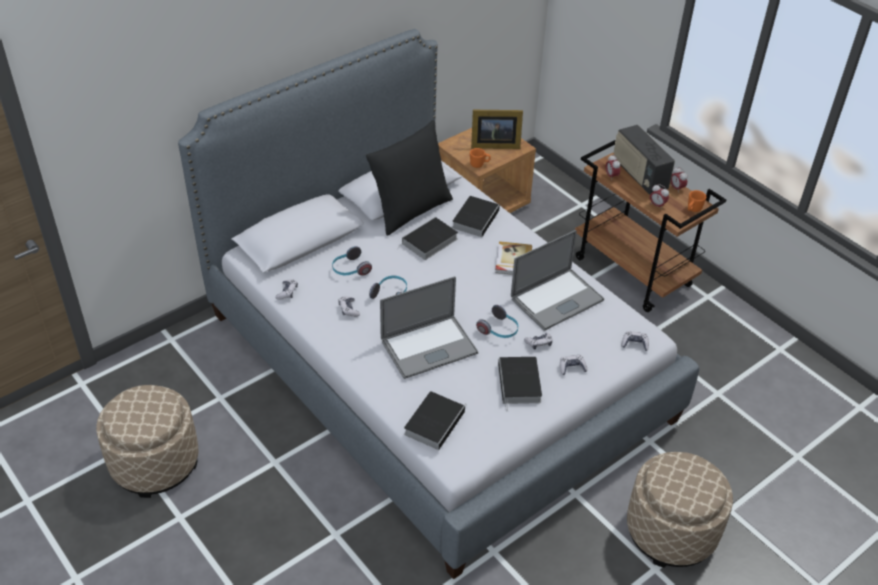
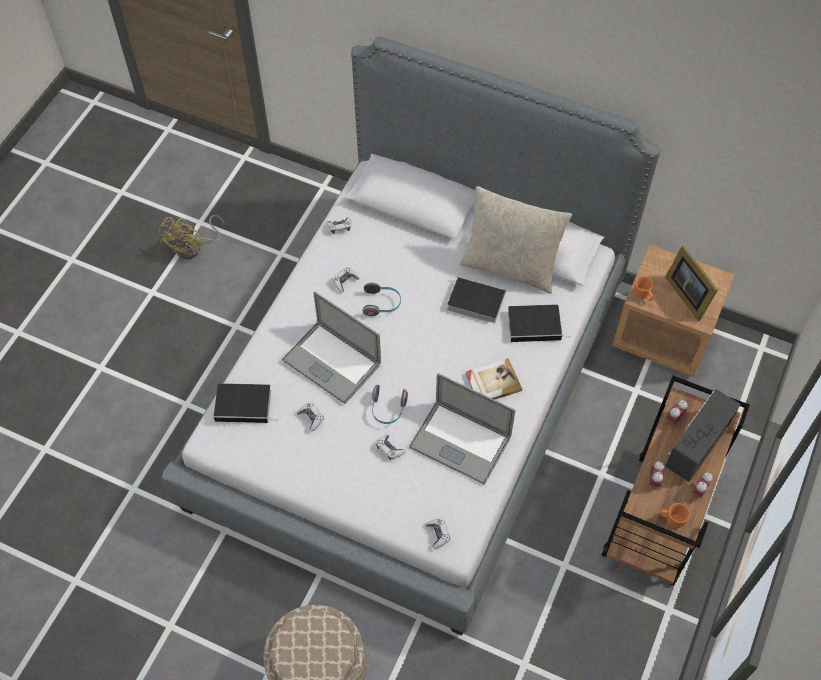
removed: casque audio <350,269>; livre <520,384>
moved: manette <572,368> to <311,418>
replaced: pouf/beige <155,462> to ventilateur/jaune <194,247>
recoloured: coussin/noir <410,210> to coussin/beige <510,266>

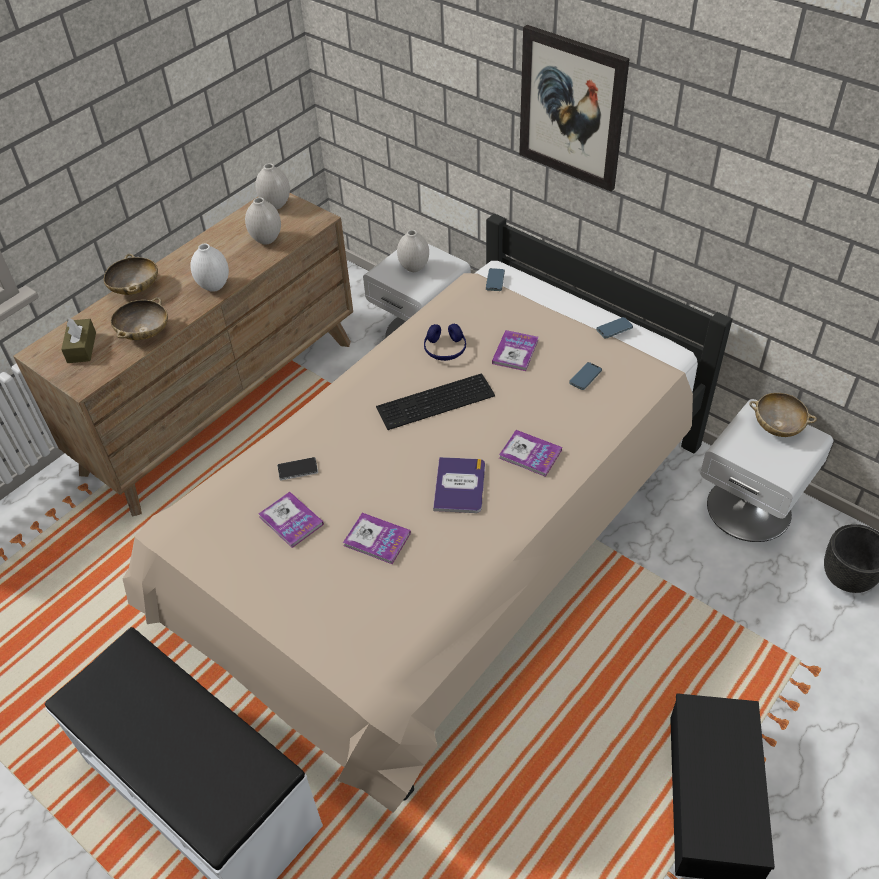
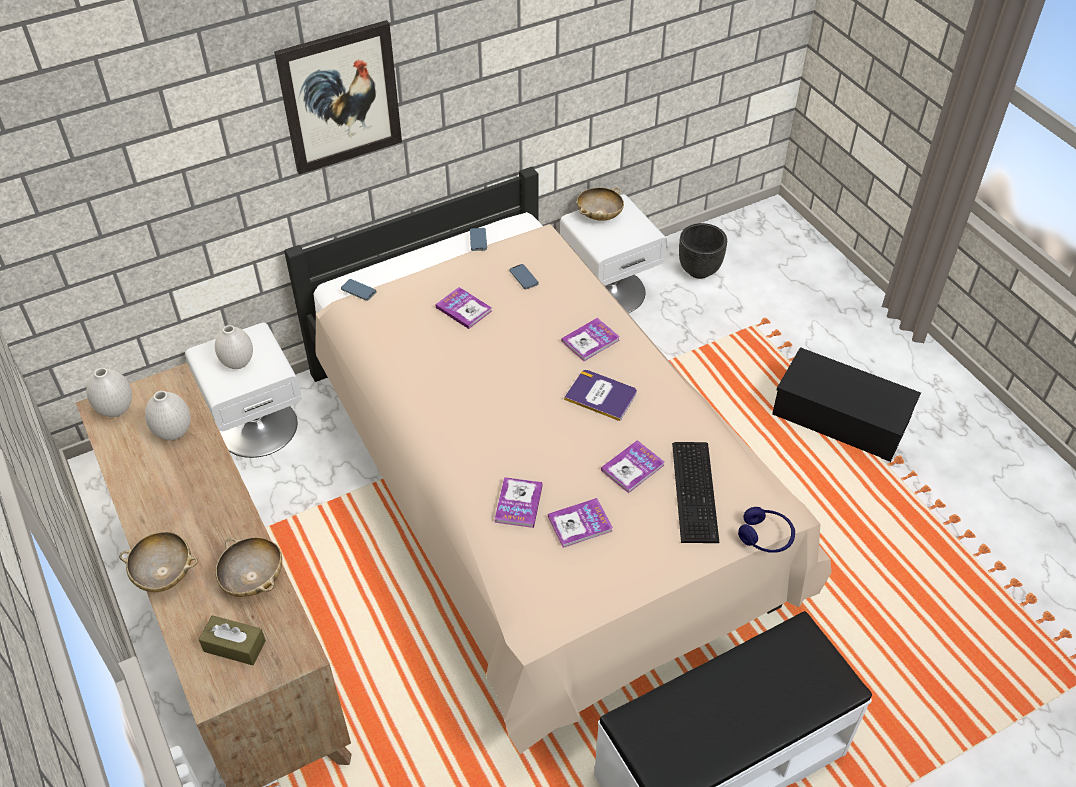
removed: vase/blanc <214,287>
moved: clavier <437,402> to <696,490>; casque audio/bleu <445,349> to <766,536>
replaced: téléphone <298,469> to livre <518,503>

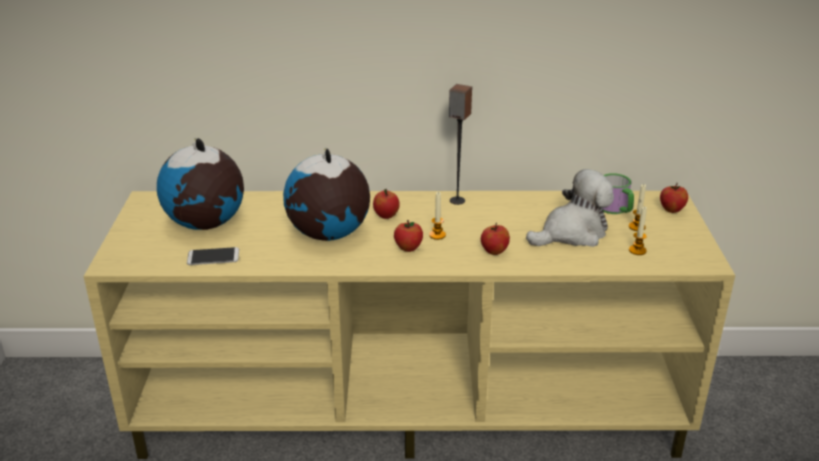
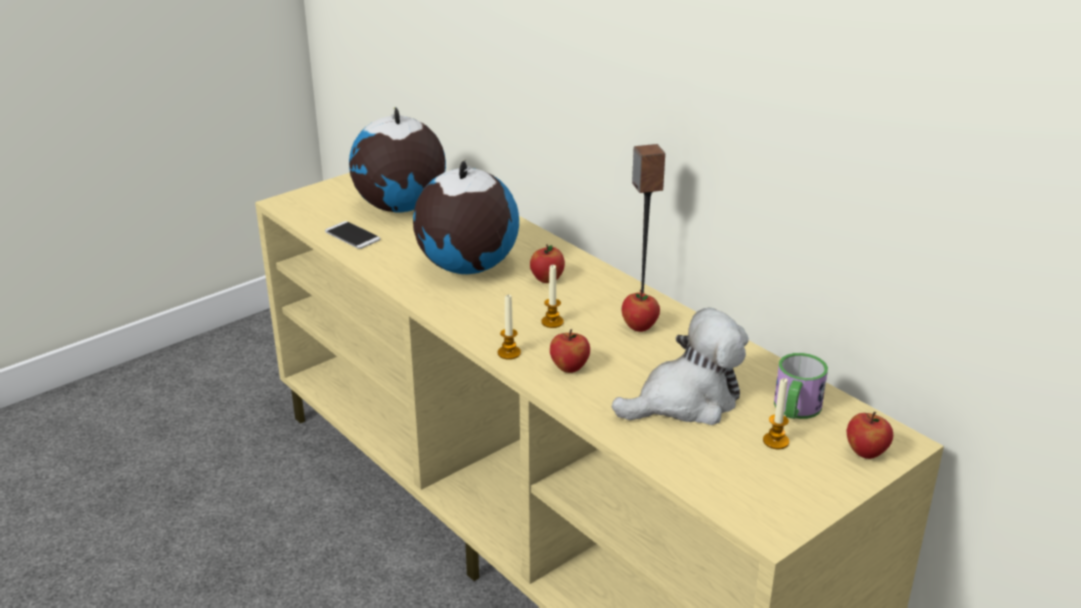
moved: pomme <408,248> to <639,327>; bougie <637,250> to <509,353>
turned: peluche <572,233> = <686,401> 45 degrees counterclockwise

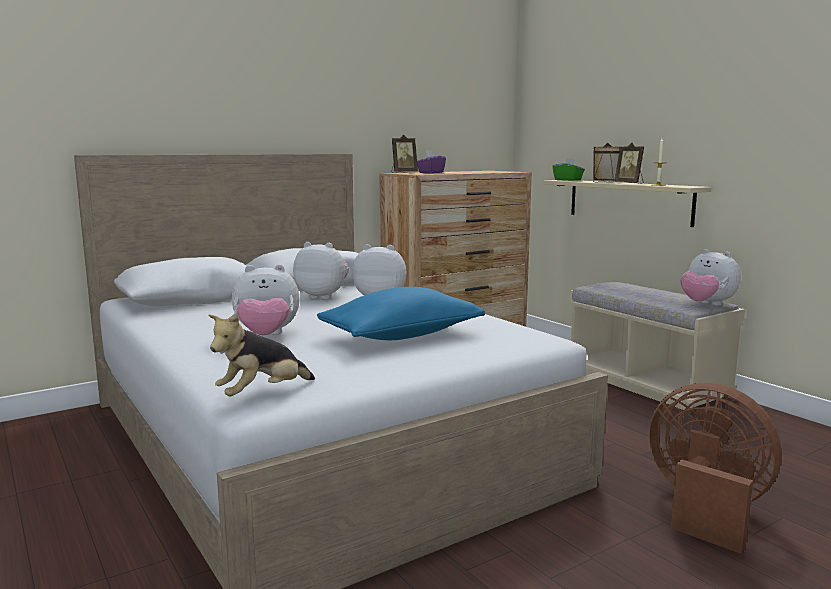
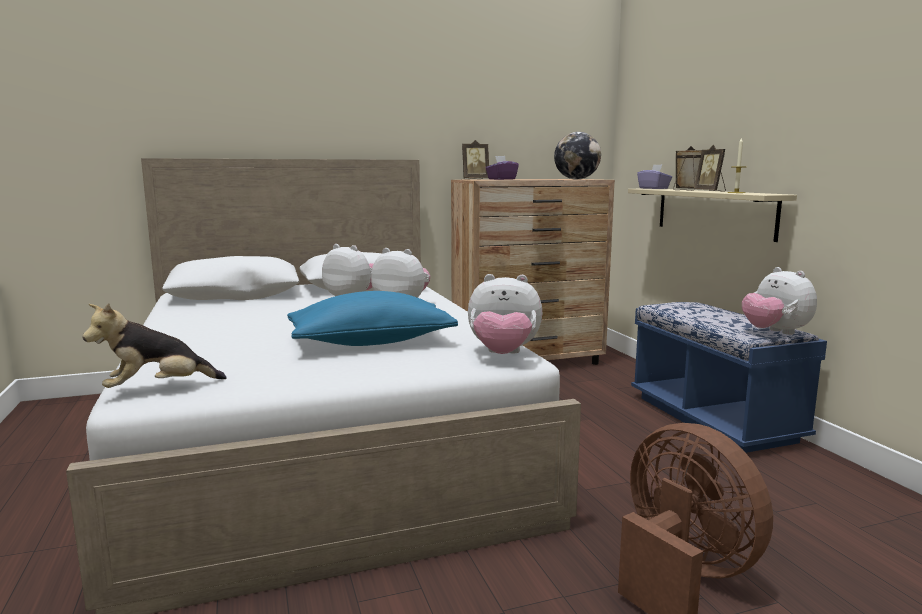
added: globe <576,179>
moved: peluche <266,336> to <503,354>
recoloured: boîte à mouchoirs/vert <568,180> to boîte à mouchoirs/violet <654,188>; banc/beige <646,384> to banc/bleu <713,419>

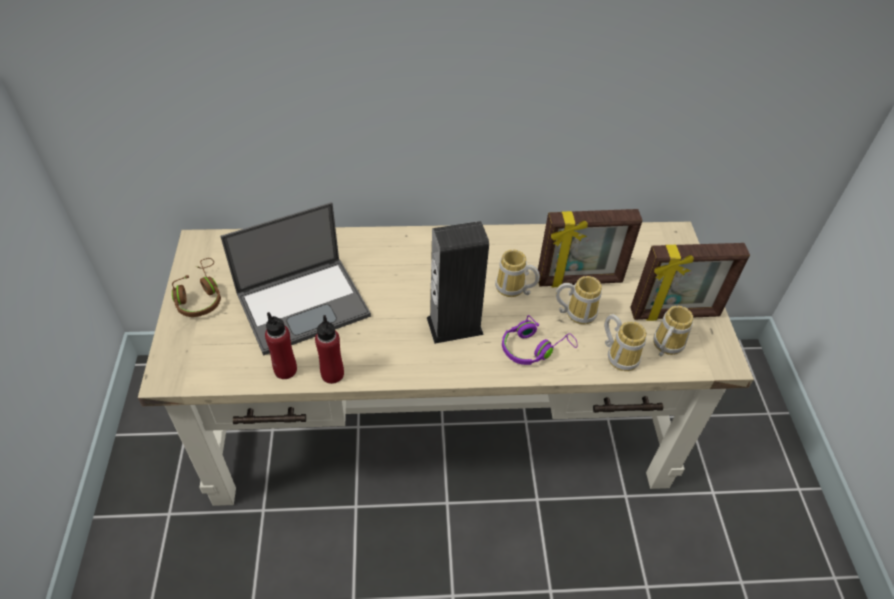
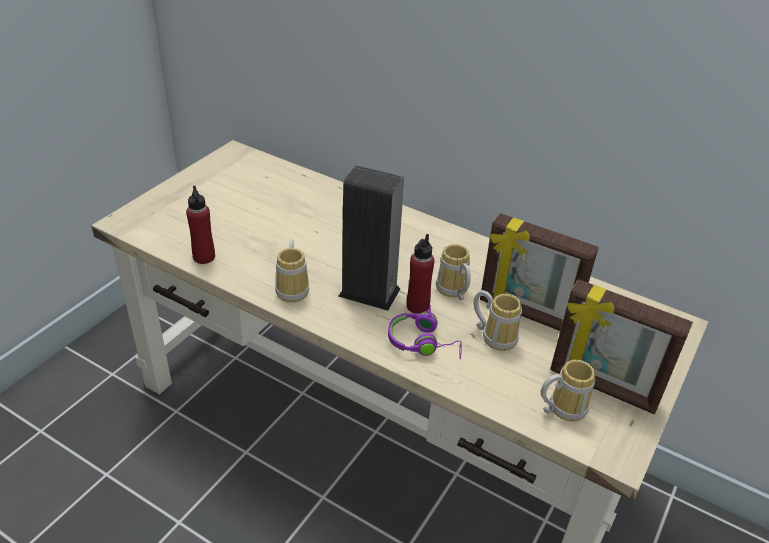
removed: casque audio/marron <200,296>; ordinateur portable <304,303>
moved: bouteille/rouge <332,374> to <417,306>; mug <620,355> to <294,289>

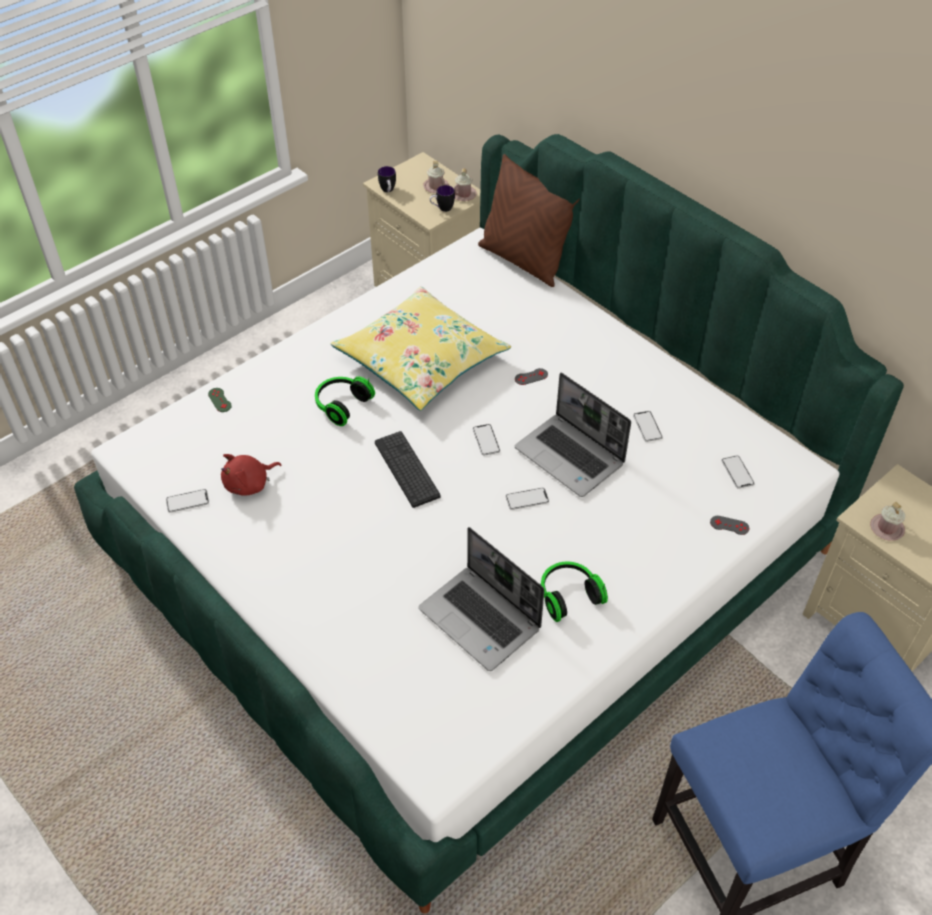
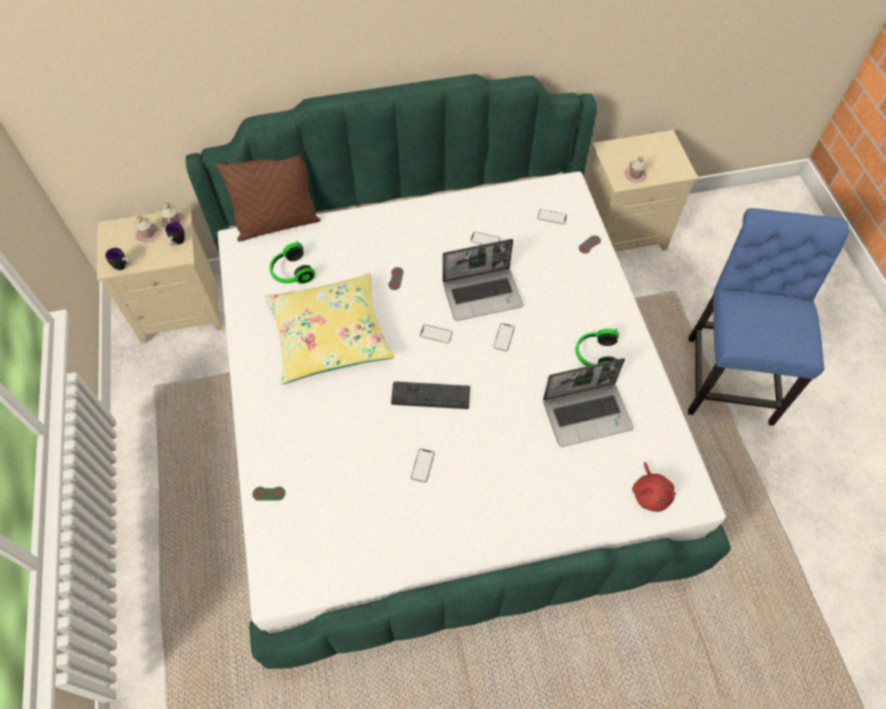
moved: téléphone <187,501> to <422,465>; peluche/rouge <249,484> to <650,493>; casque audio <341,405> to <291,272>

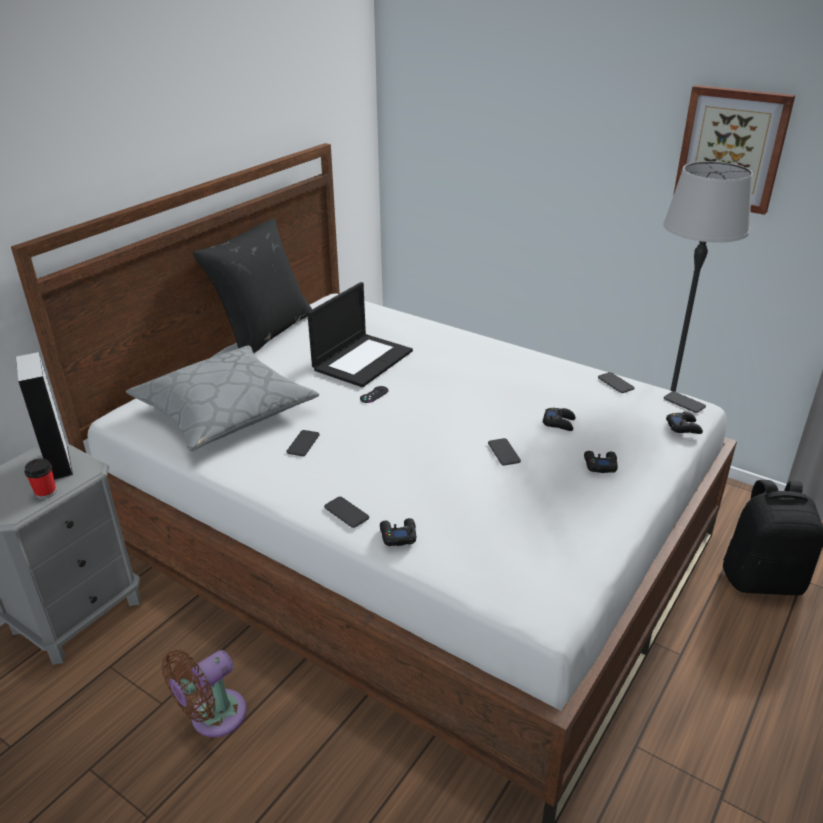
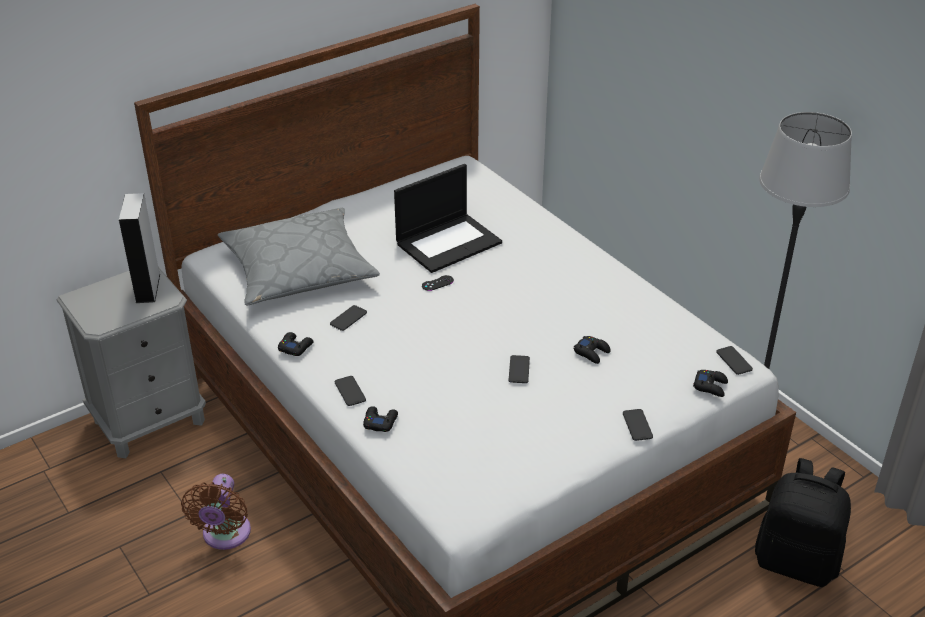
removed: tasse <46,493>; coussin/noir <264,333>; tableau <731,149>
moved: manette/noir <600,465> to <295,347>; téléphone <615,383> to <637,425>
turned: ventilateur/marron <213,717> = <225,536> 60 degrees counterclockwise

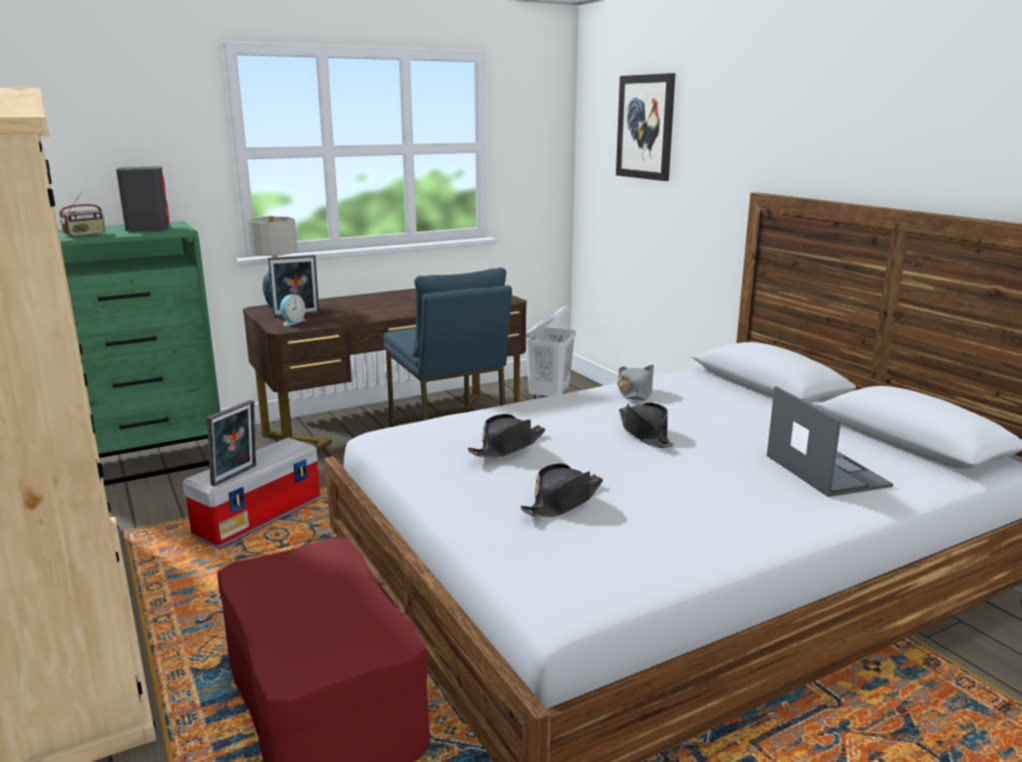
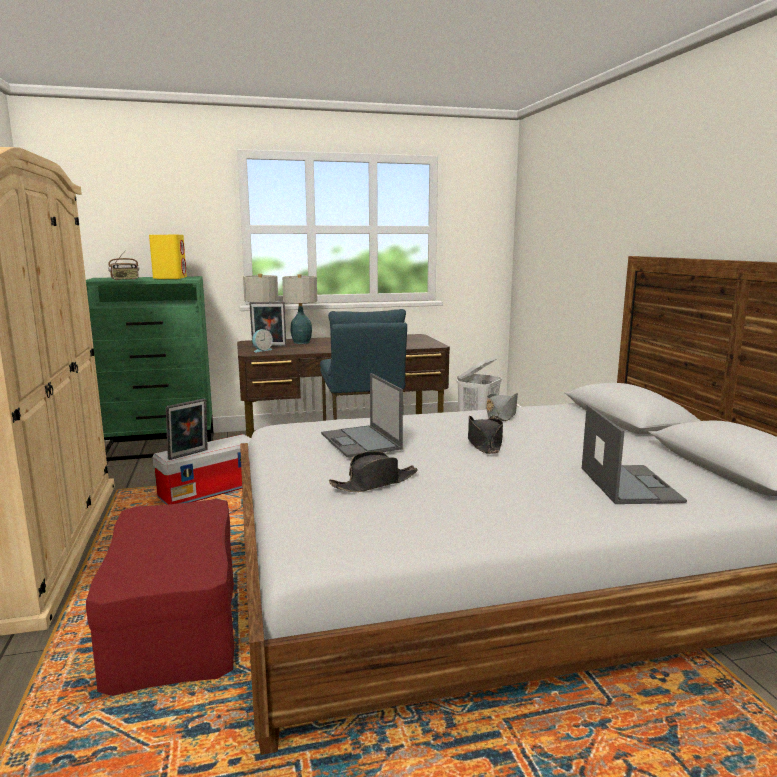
removed: tableau <645,127>
added: lampe de table <301,342>
replaced: chapeau/noir <508,447> to ordinateur portable <361,441>
recoloured: enceinte/gris <148,229> to enceinte/jaune <170,278>

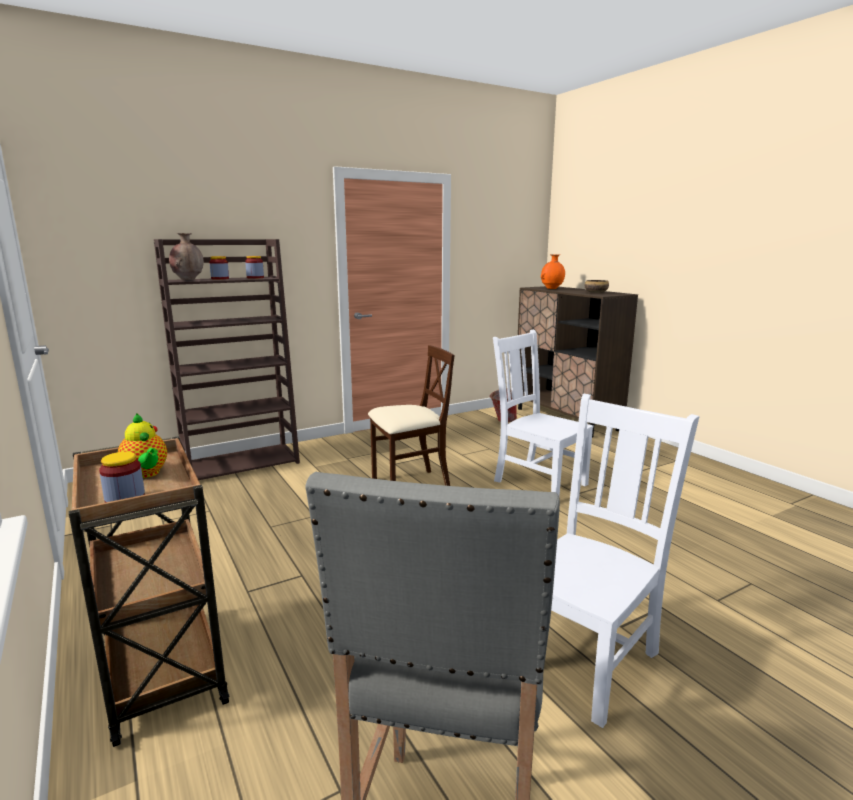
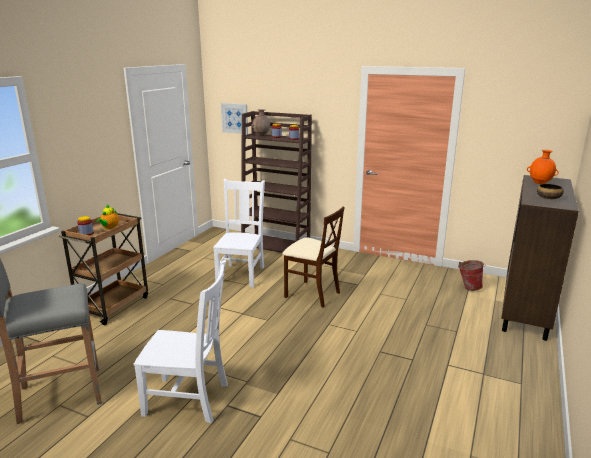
added: tableau <235,118>
moved: chaise/blanc <538,481> to <241,274>

